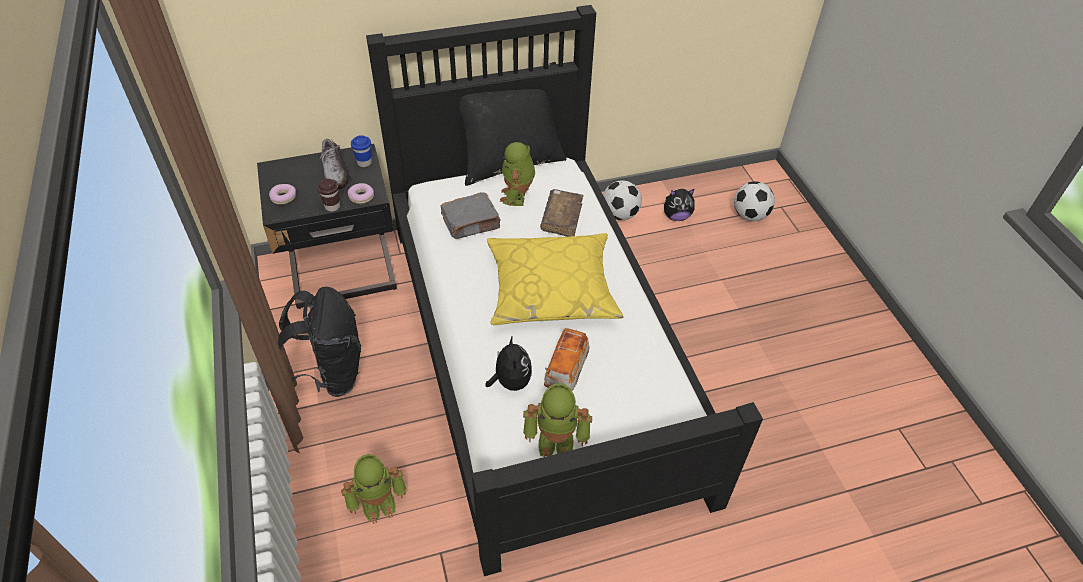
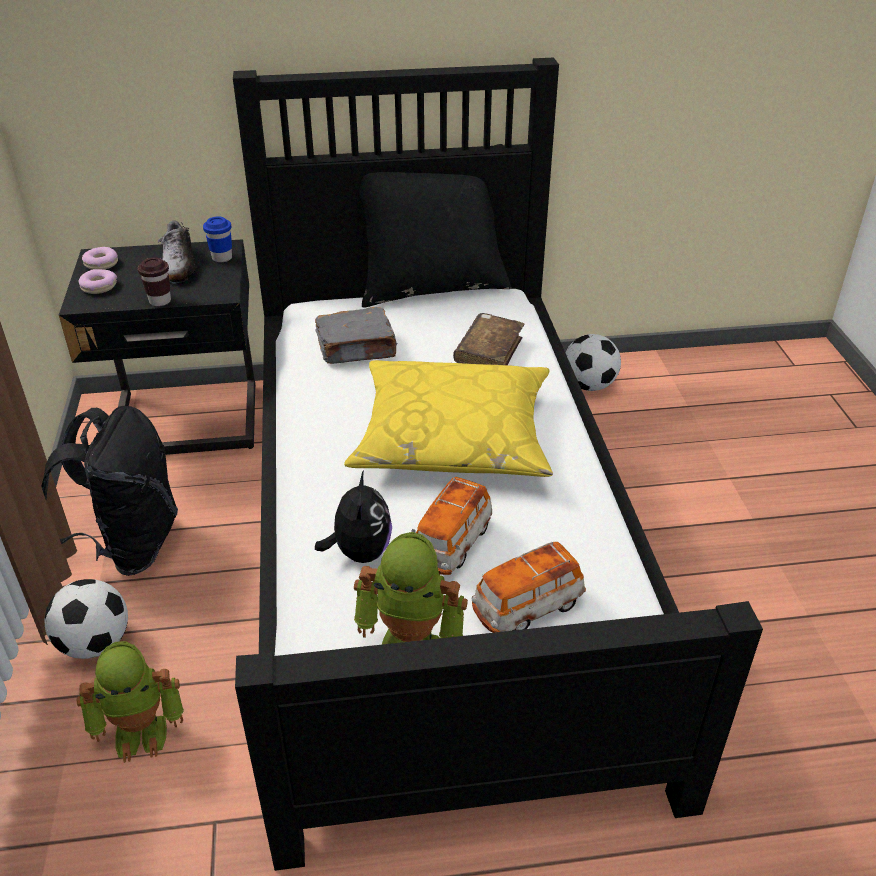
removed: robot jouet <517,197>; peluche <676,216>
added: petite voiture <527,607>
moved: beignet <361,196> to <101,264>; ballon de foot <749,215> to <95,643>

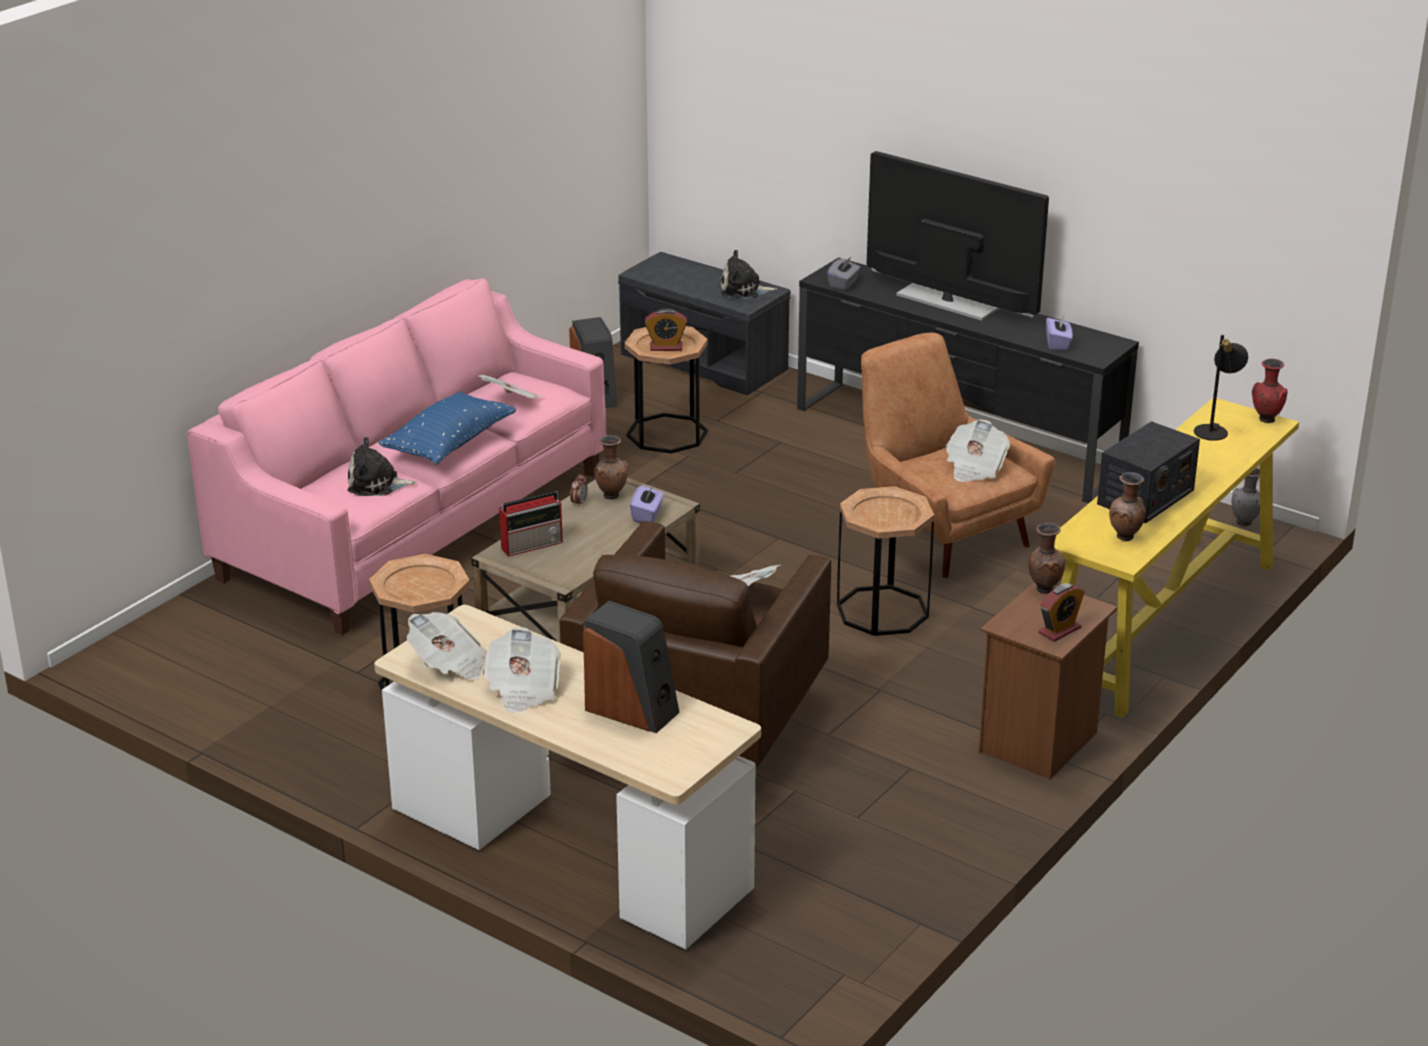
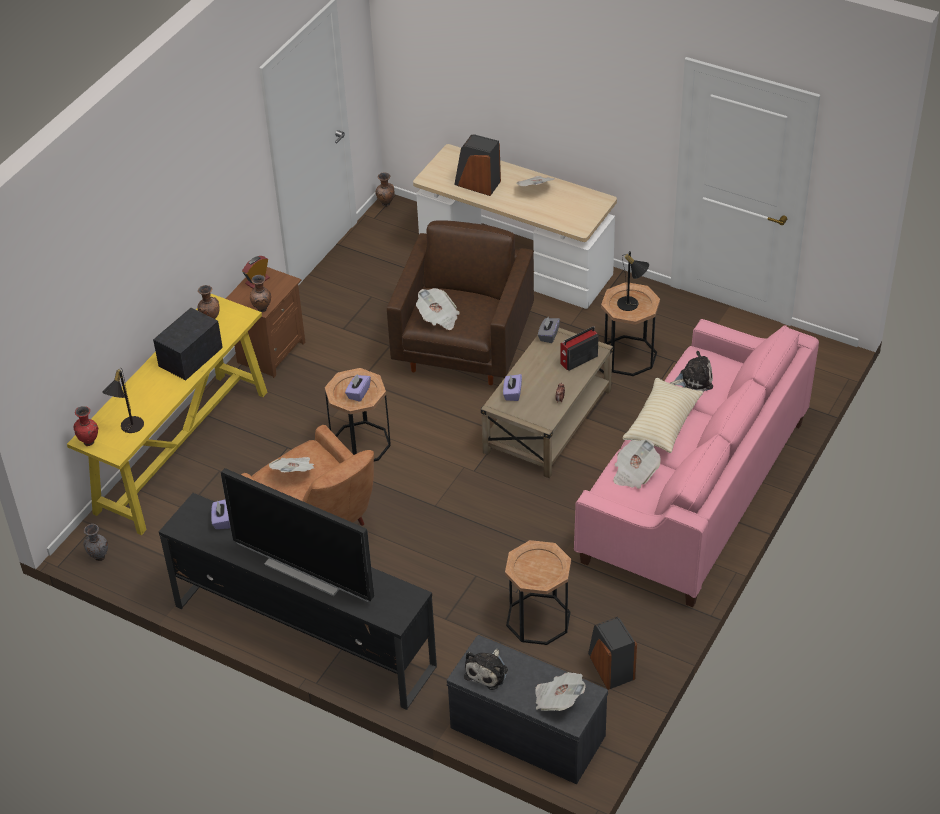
removed: réveil <666,347>
added: boîte à mouchoirs/violet <358,393>; lampe de table/noir <631,305>
moved: journal <449,664> to <558,700>; vase/marron <611,495> to <386,204>; boîte à mouchoirs/gris <843,284> to <548,335>
recoloured: coussin/bleu <449,444> to coussin/beige <662,424>
turned: peluche <744,290> = <488,672> 120 degrees clockwise

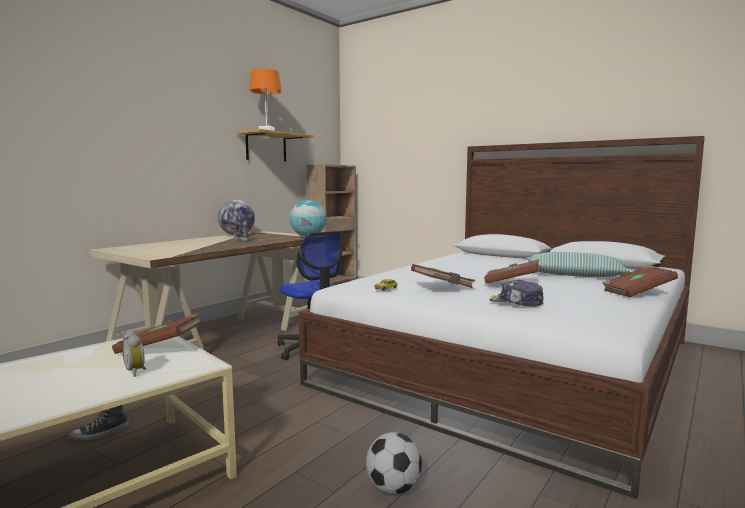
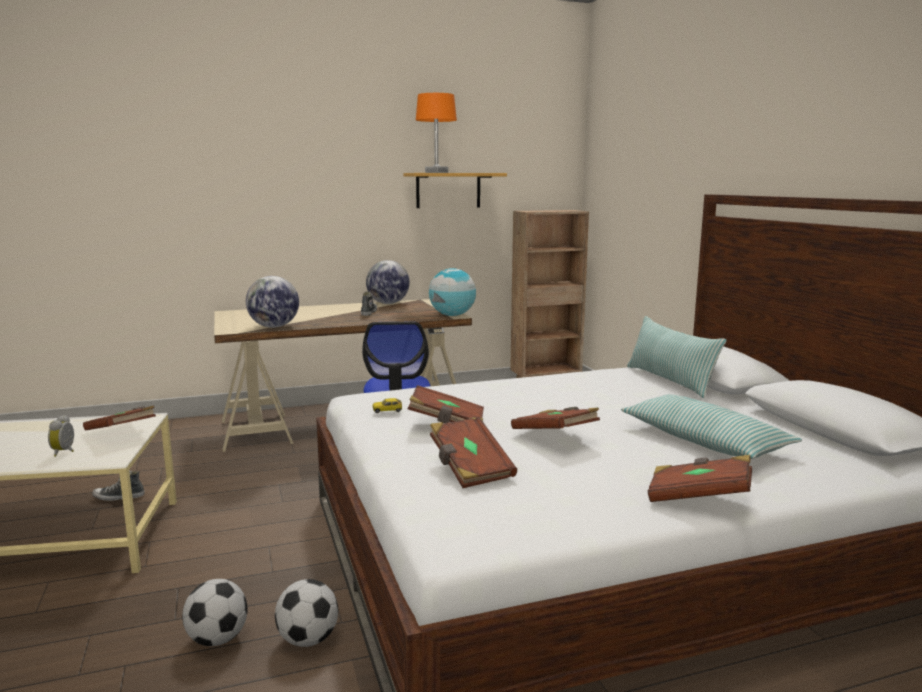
added: globe <274,327>; ballon de foot <307,640>; coussin <670,380>
replaced: casquette <516,303> to livre/marron <470,468>

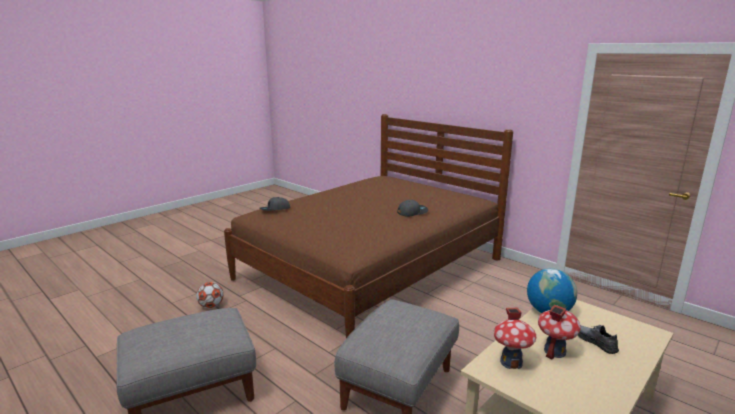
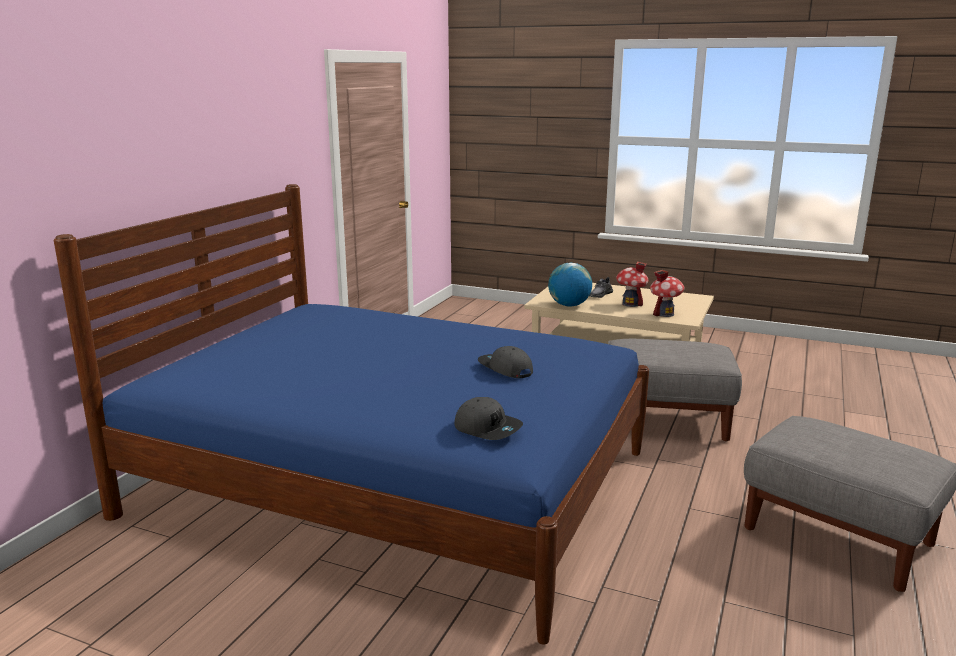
removed: ballon de foot <211,306>
moved: casquette/gris <412,212> to <505,369>
recoloured: lit/marron <371,269> to lit/bleu <393,484>

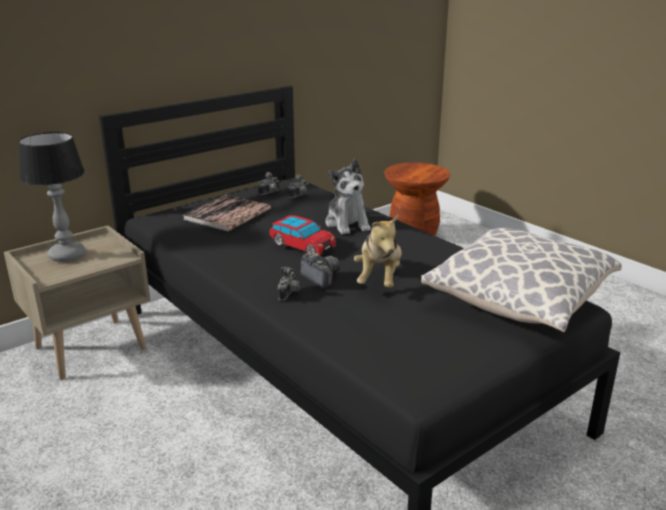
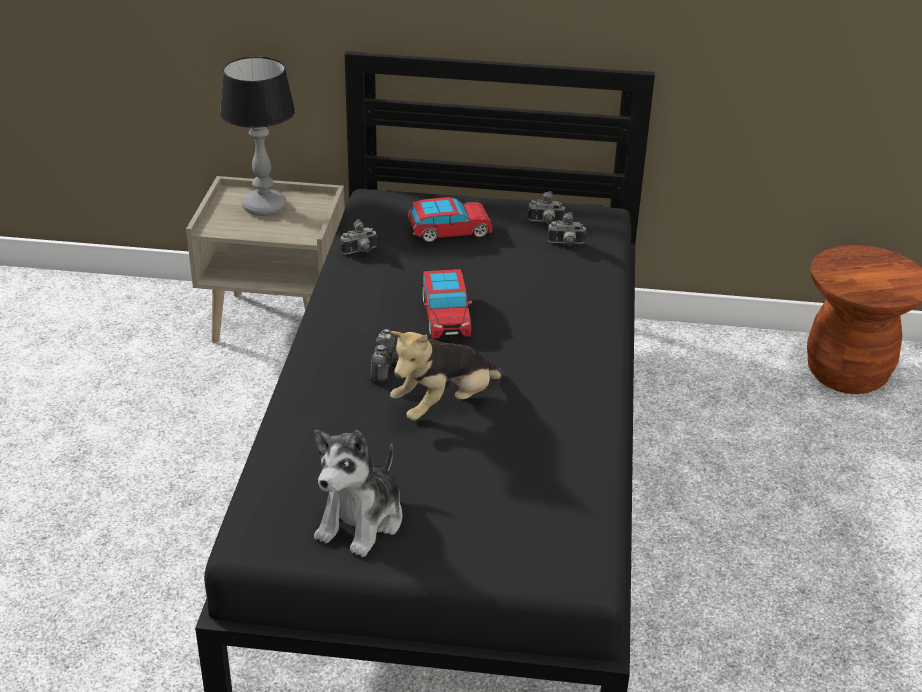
removed: coussin <518,302>
moved: appareil photo <290,294> to <360,252>; peluche <347,224> to <361,521>
replaced: livre <227,214> to petite voiture <449,231>

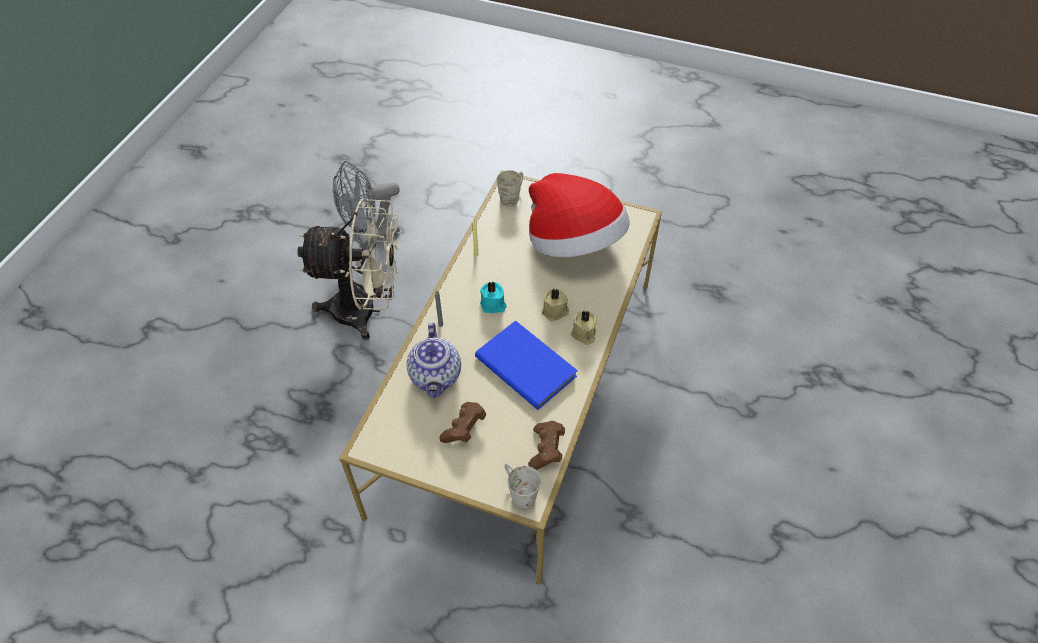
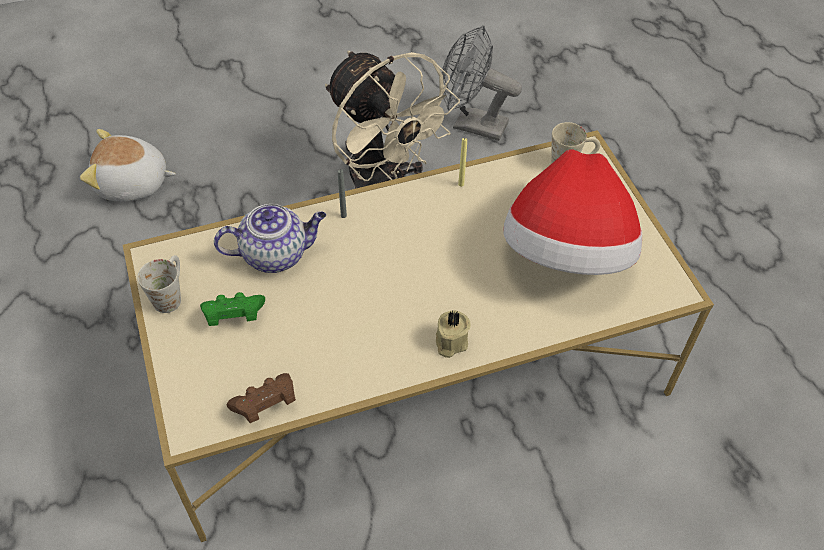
removed: livre/bleu <526,365>; bougie/turquoise <493,305>; bougie/beige <555,312>
added: peluche <132,184>
moved: mug/blanc <518,492> to <170,294>
recoloured: manette/marron <464,429> to manette/vert <233,317>
turned: théière <436,377> = <276,254> 150 degrees counterclockwise

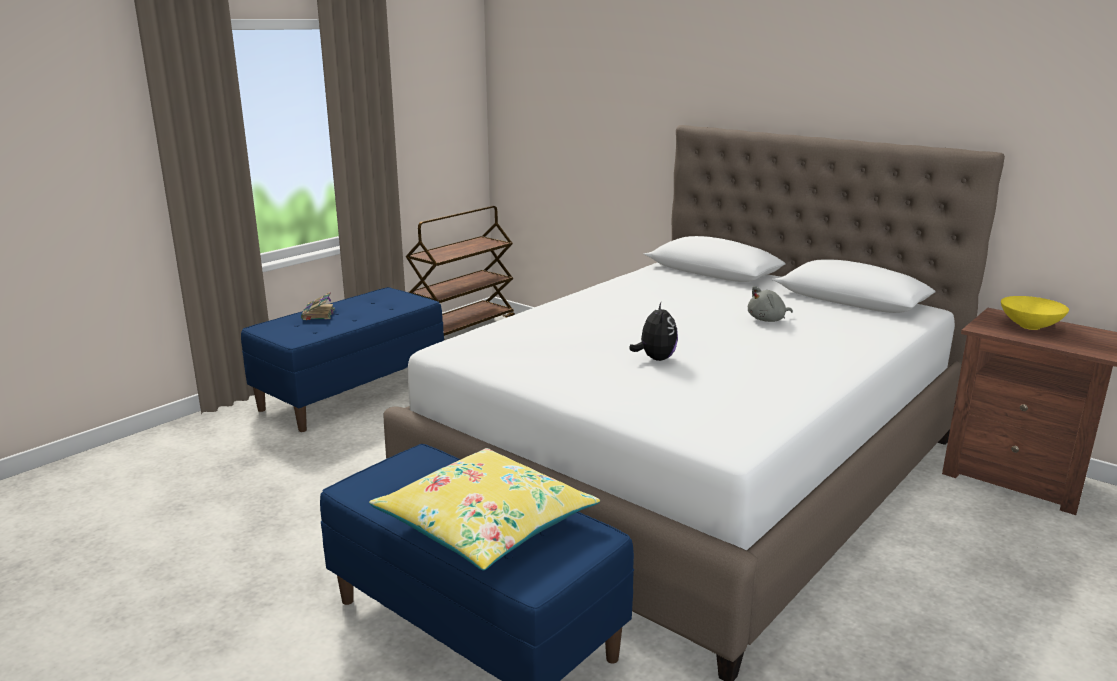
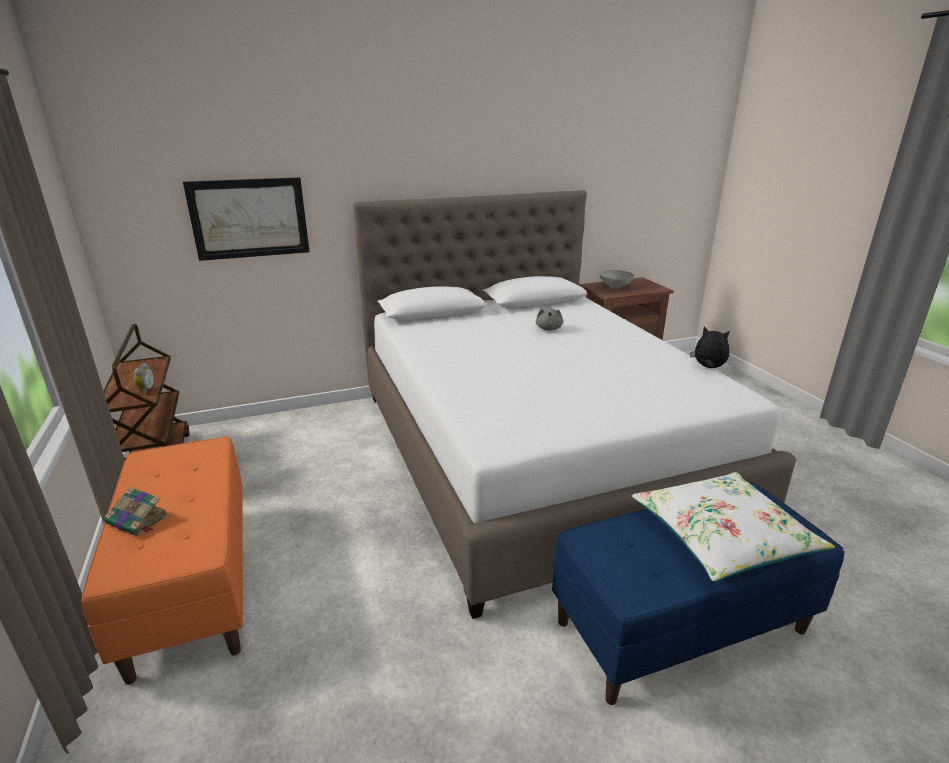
added: réveil <146,390>; tableau <249,218>
moved: peluche <655,358> to <708,367>
recoloured: banc/bleu <352,392> to banc/orange <191,583>; coussin/jaune <485,524> to coussin/blanc <722,536>; bol/jaune <1030,327> to bol/gris <615,287>

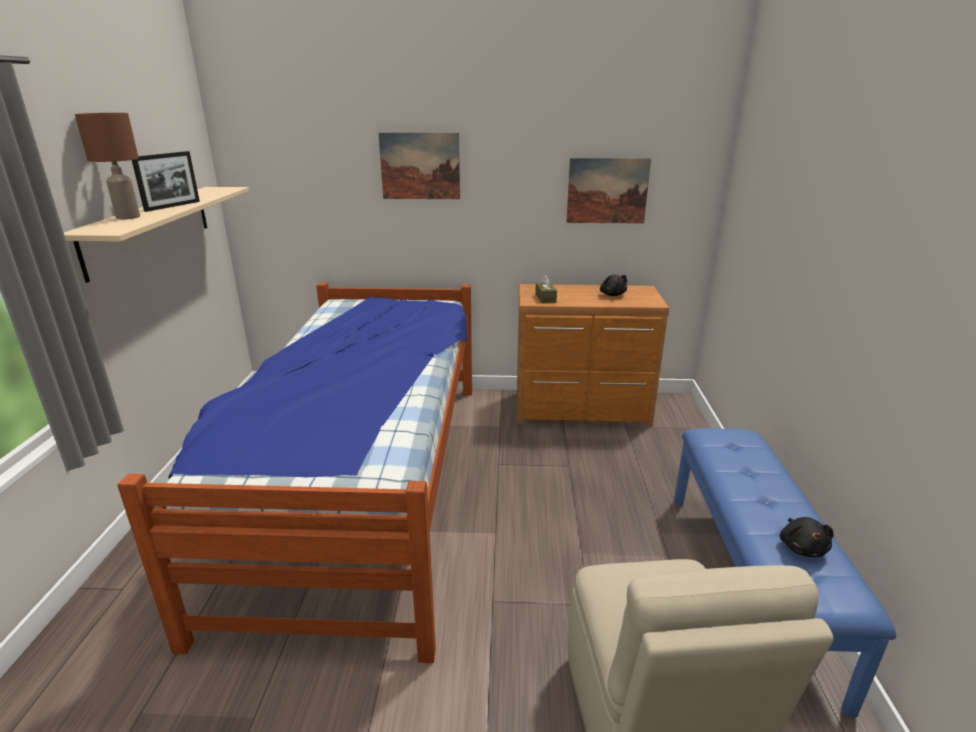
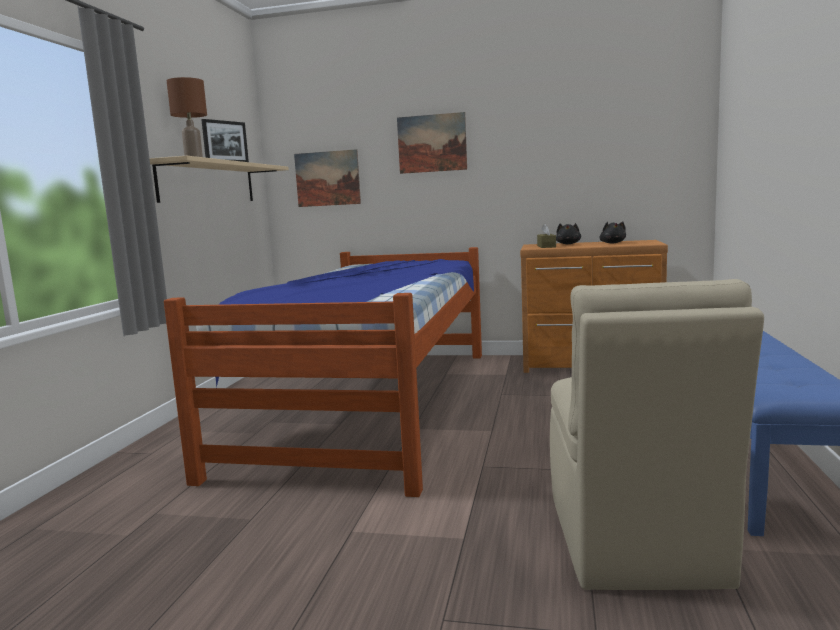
moved: tableau <607,191> to <327,178>; peluche/noir <802,547> to <568,244>

